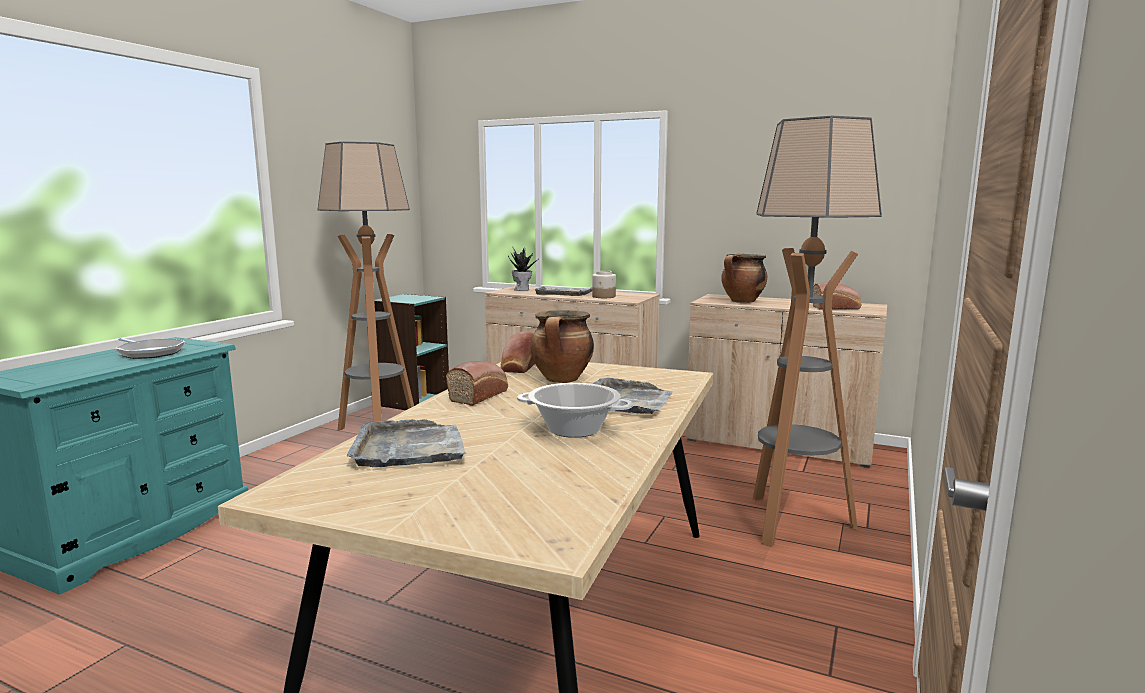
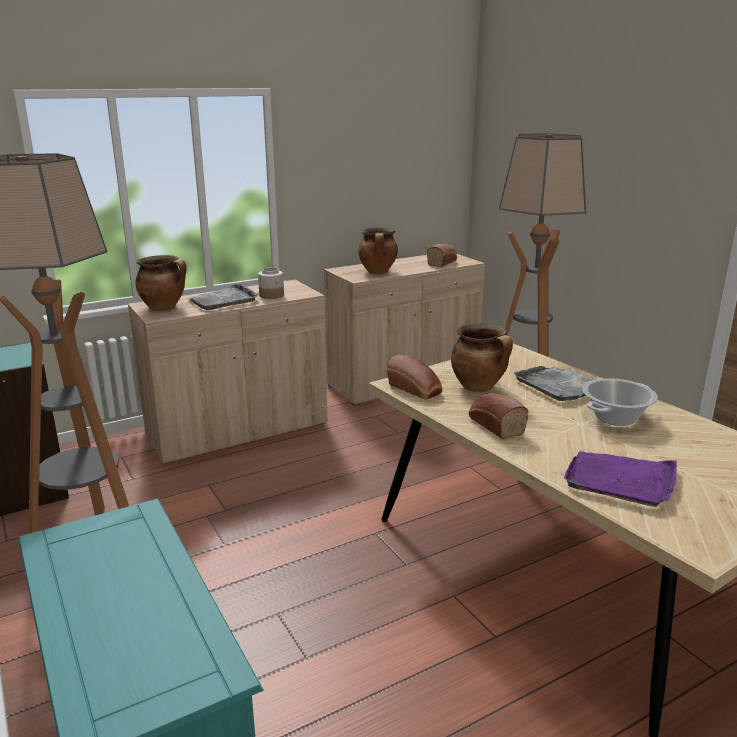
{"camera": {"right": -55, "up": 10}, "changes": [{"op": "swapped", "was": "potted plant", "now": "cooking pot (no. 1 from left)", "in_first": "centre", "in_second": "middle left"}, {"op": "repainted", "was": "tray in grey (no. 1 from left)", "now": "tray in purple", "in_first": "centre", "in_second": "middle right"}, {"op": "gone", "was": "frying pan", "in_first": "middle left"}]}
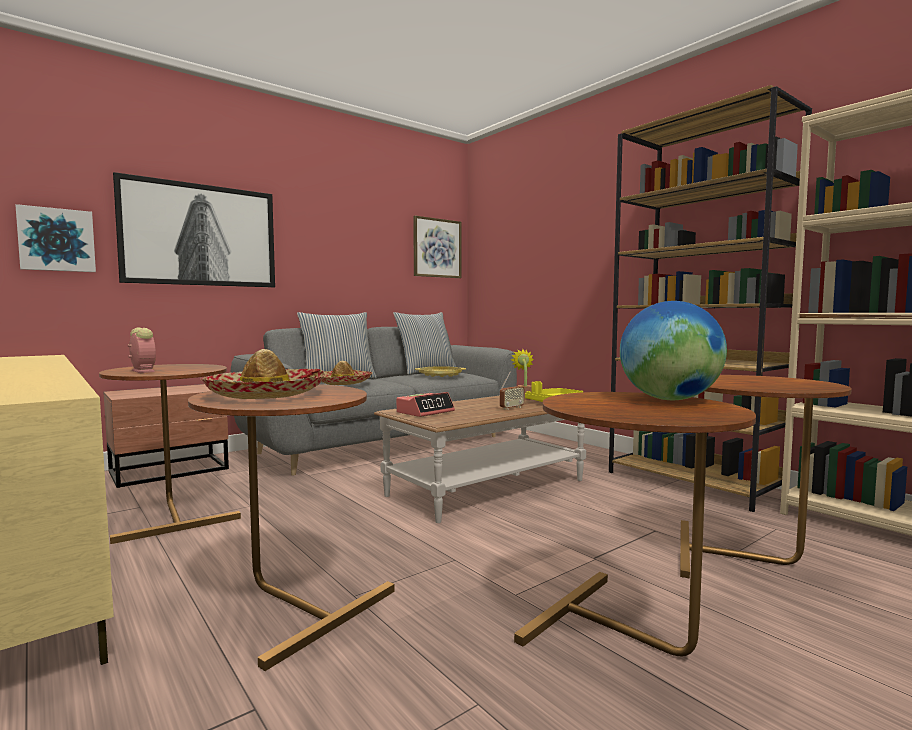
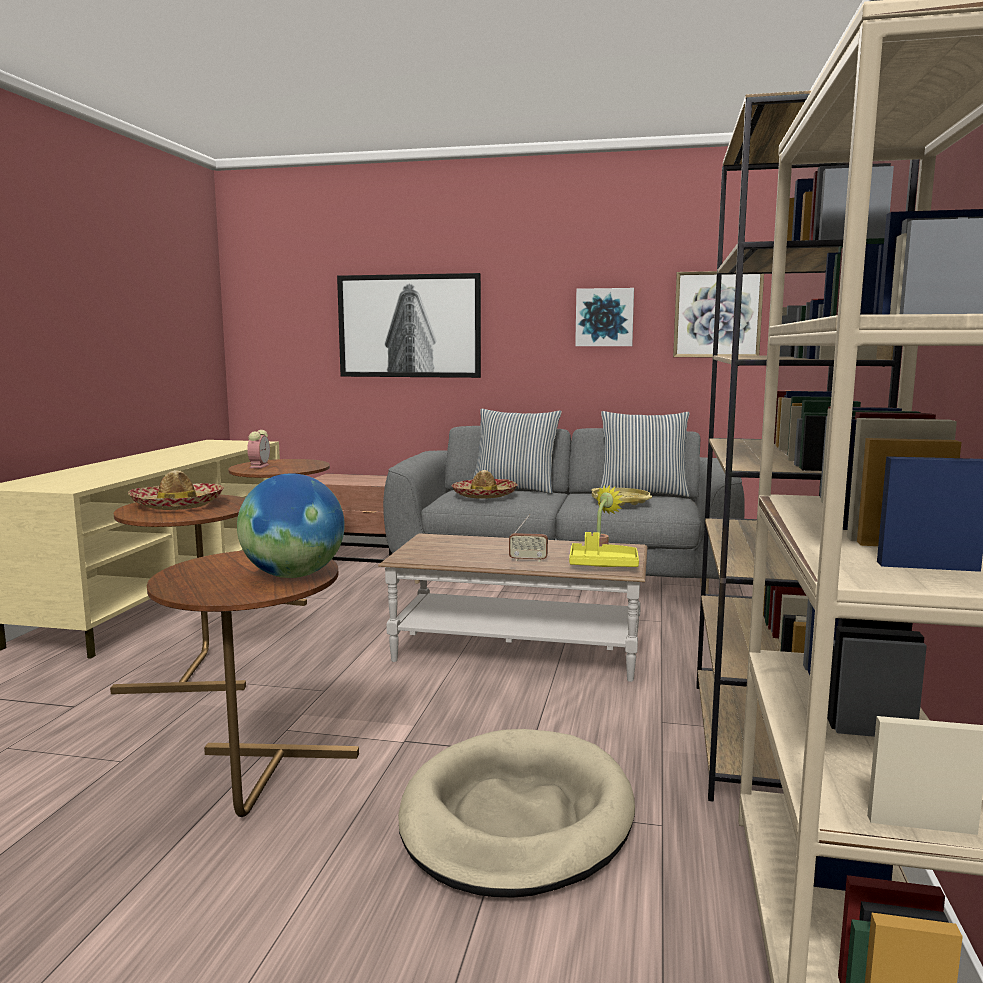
{"camera": {"right": 50, "up": 5}, "changes": [{"op": "swapped", "was": "side table in brown (no. 4 from left)", "now": "dog bed in beige", "in_first": "middle right", "in_second": "bottom centre"}, {"op": "shifted", "was": "picture (no. 1 from left in the first image)", "now": "picture (no. 2 from left)", "in_first": "top left", "in_second": "top centre"}, {"op": "gone", "was": "alarm clock (no. 2 from left)", "in_first": "centre"}]}
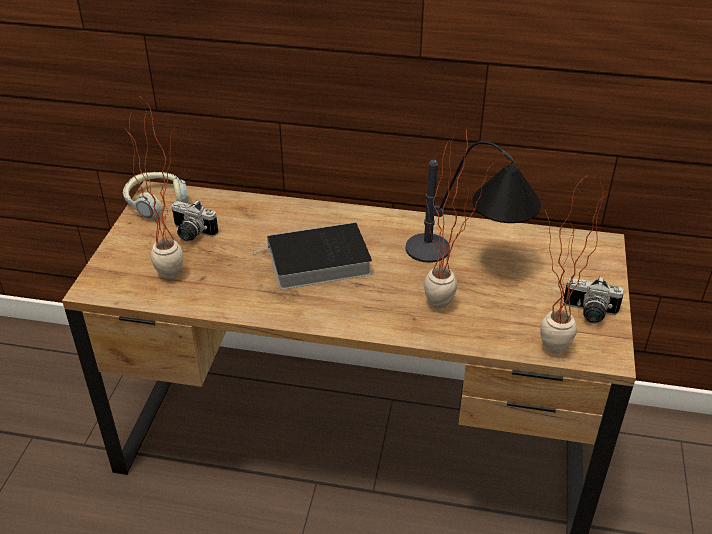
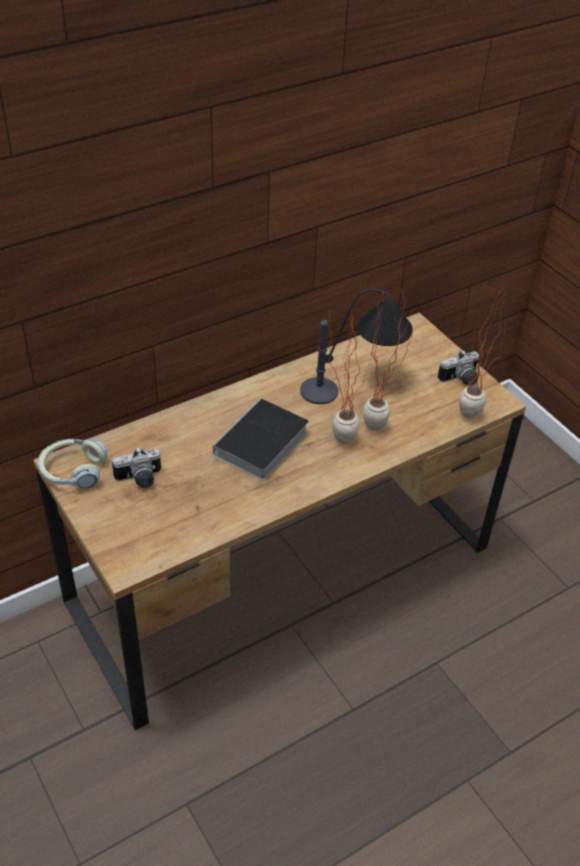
{"camera": {"right": -45, "up": 5}, "changes": [{"op": "shifted", "was": "potted plant (no. 1 from left)", "in_first": "middle left", "in_second": "centre"}]}
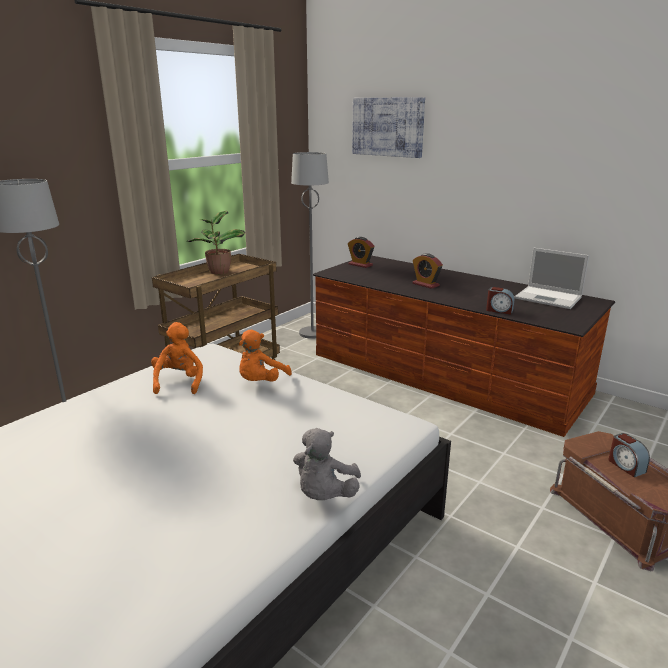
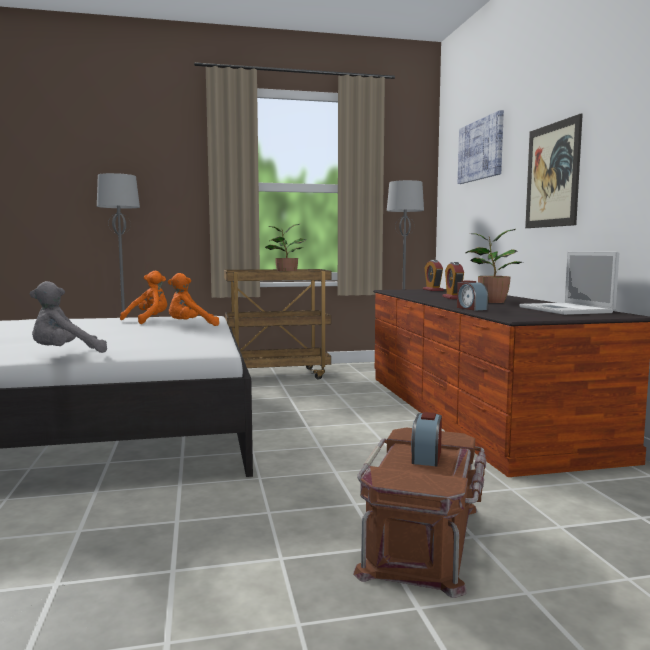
{"camera": {"right": 40, "up": -15}, "changes": [{"op": "new", "now": "potted plant (no. 2 from left)", "in_second": "middle right"}, {"op": "new", "now": "picture (no. 2 from left)", "in_second": "top right"}]}
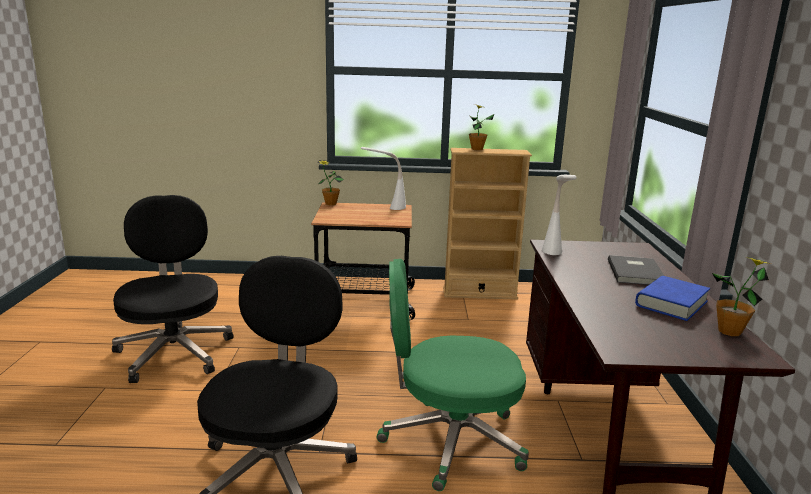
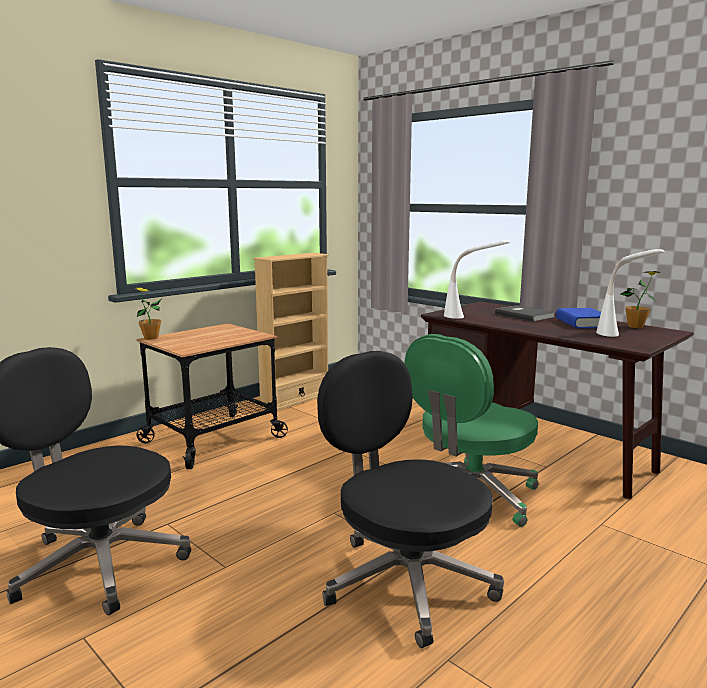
{"camera": {"right": -45, "up": -5}, "changes": [{"op": "shifted", "was": "table lamp in white (no. 1 from left in the first image)", "now": "table lamp in white (no. 2 from left)", "in_first": "centre", "in_second": "middle right"}, {"op": "gone", "was": "potted plant (no. 2 from left)", "in_first": "top centre"}]}
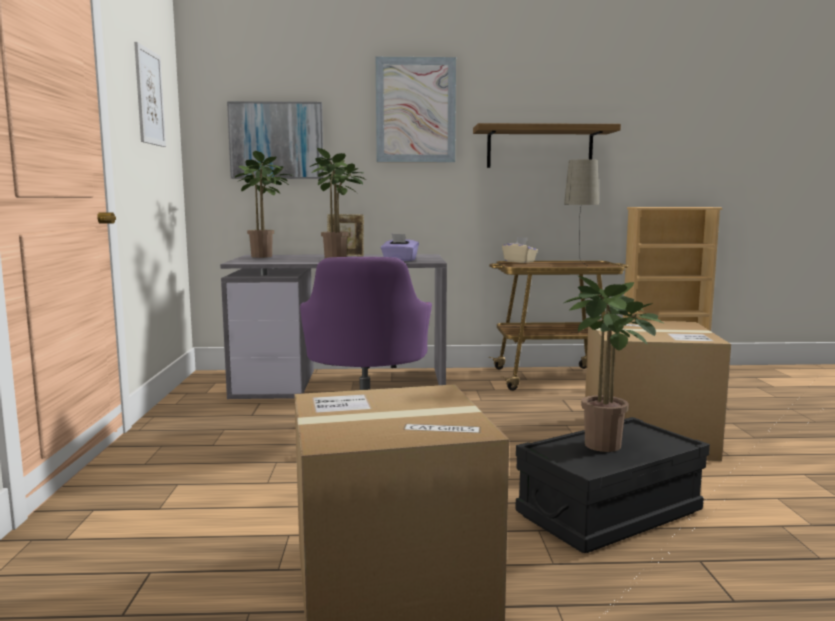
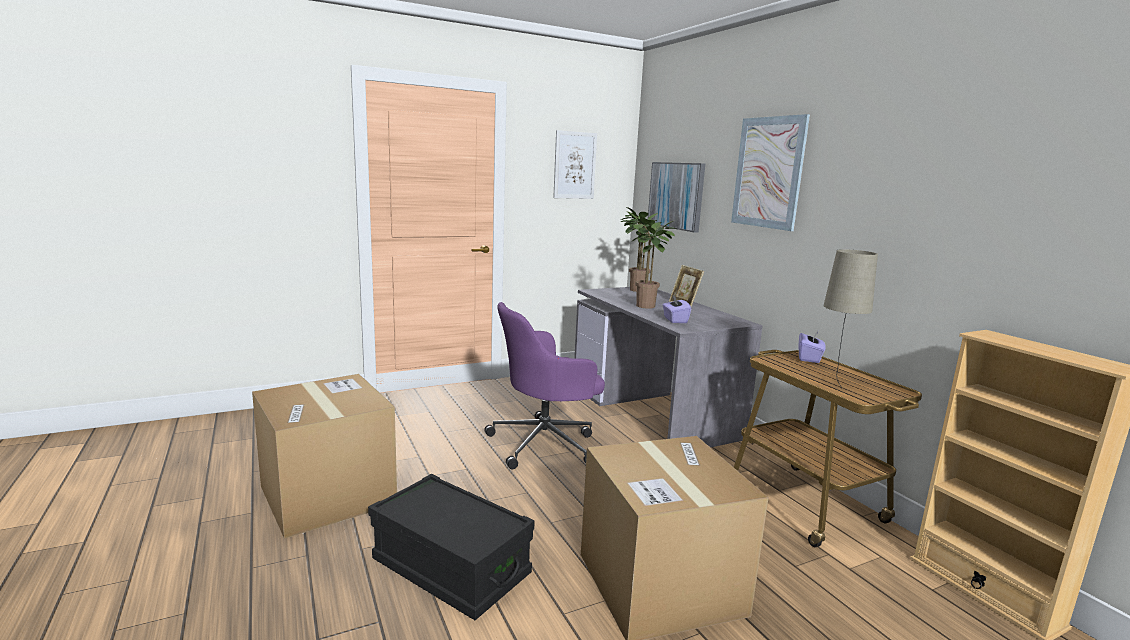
{"camera": {"right": 65, "up": 5}, "changes": [{"op": "repainted", "was": "tissue box in beige", "now": "tissue box in purple (no. 2 from left)", "in_first": "centre", "in_second": "middle right"}, {"op": "gone", "was": "shelf", "in_first": "top centre"}, {"op": "gone", "was": "potted plant (no. 3 from left)", "in_first": "middle right"}]}
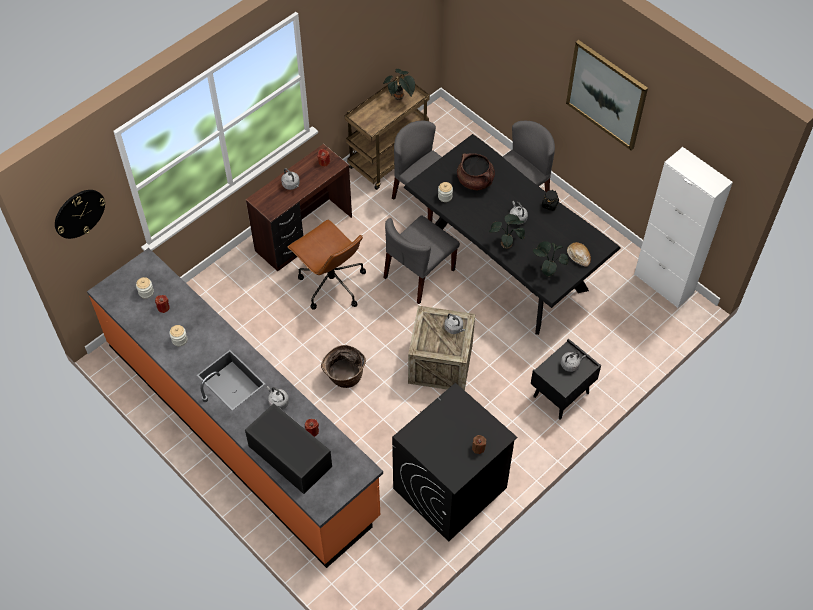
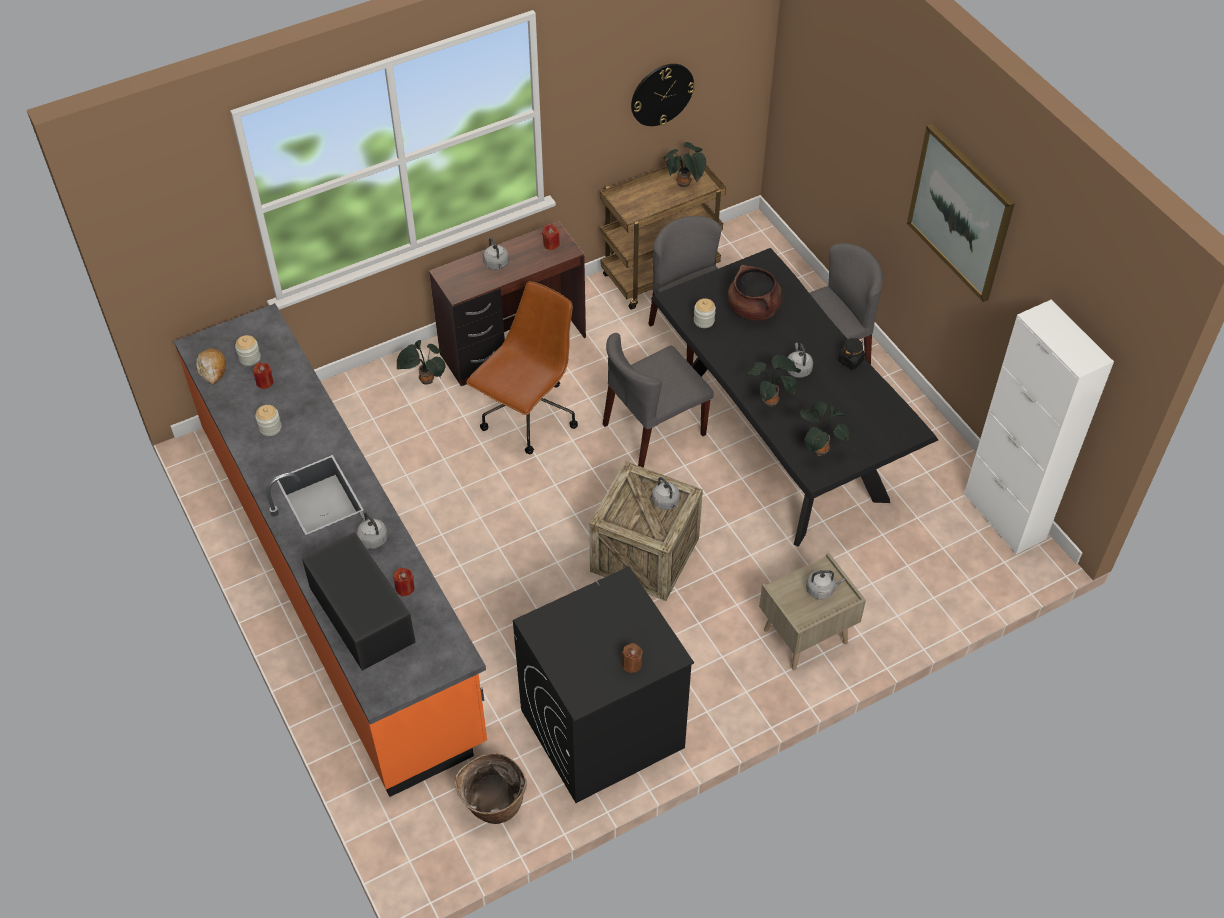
{"camera": {"right": 15, "up": -5}, "changes": [{"op": "shifted", "was": "bread", "in_first": "middle right", "in_second": "middle left"}, {"op": "new", "now": "potted plant (no. 1 from left)", "in_second": "centre"}, {"op": "shifted", "was": "basket", "in_first": "centre", "in_second": "bottom centre"}, {"op": "rotated", "was": "office chair in brown", "in_first": "centre", "in_second": "centre", "clockwise": -120}, {"op": "shifted", "was": "wall clock", "in_first": "middle left", "in_second": "top centre"}, {"op": "repainted", "was": "nightstand in black", "now": "nightstand in beige", "in_first": "middle right", "in_second": "centre"}]}
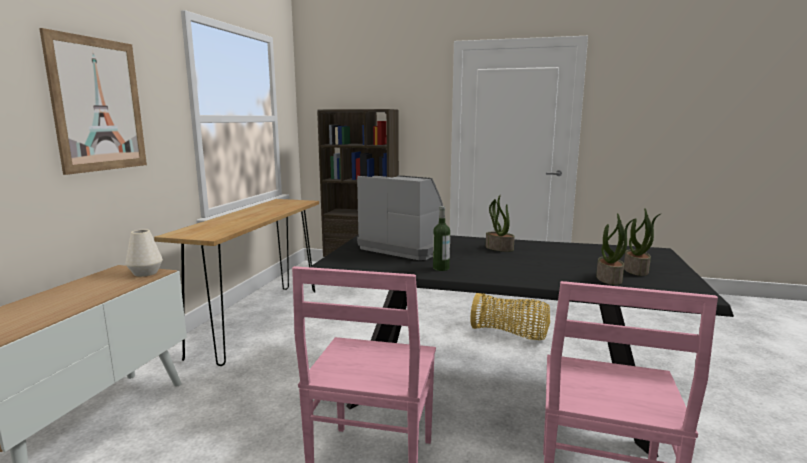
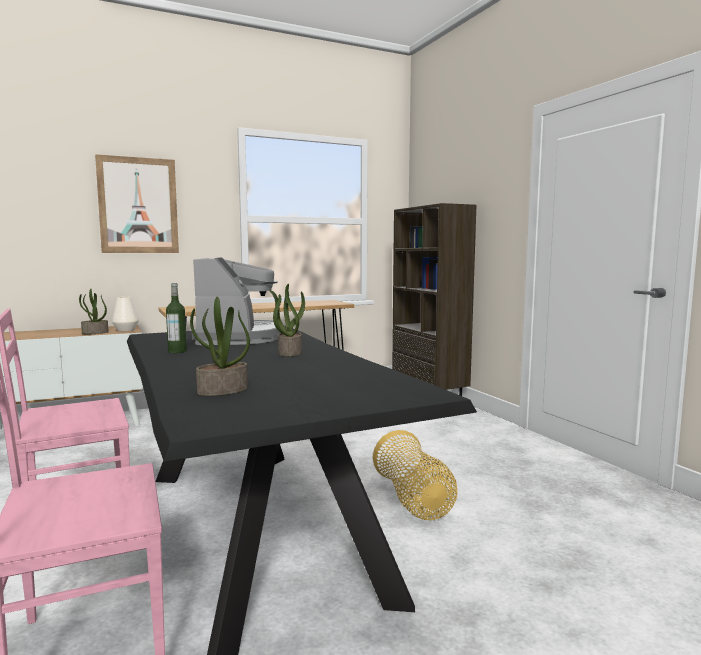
{"camera": {"right": 50, "up": -5}, "changes": [{"op": "shifted", "was": "potted plant (no. 3 from left in the first image)", "now": "potted plant (no. 1 from left)", "in_first": "middle right", "in_second": "middle left"}]}
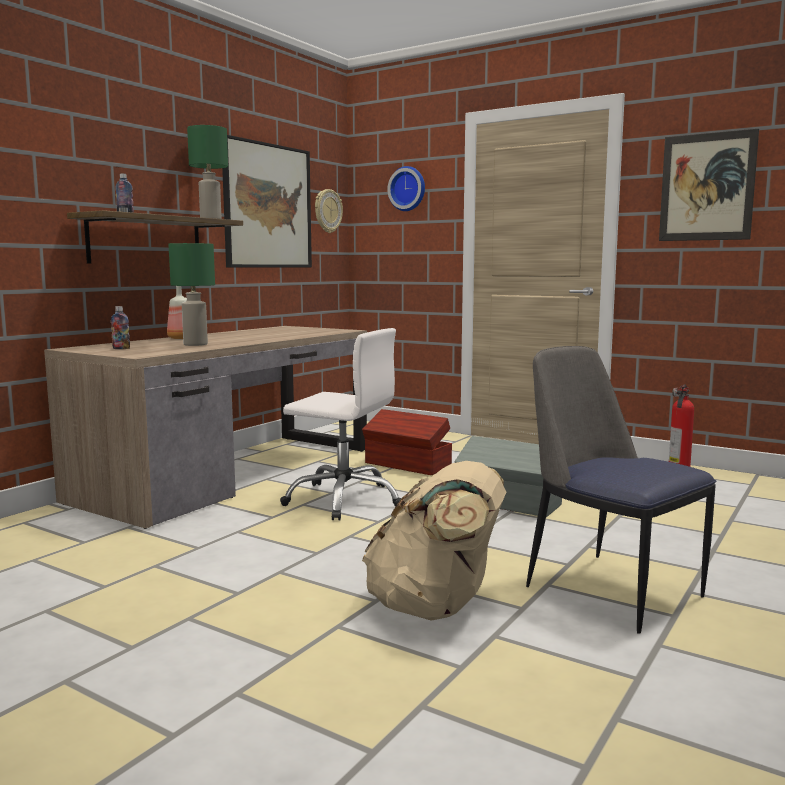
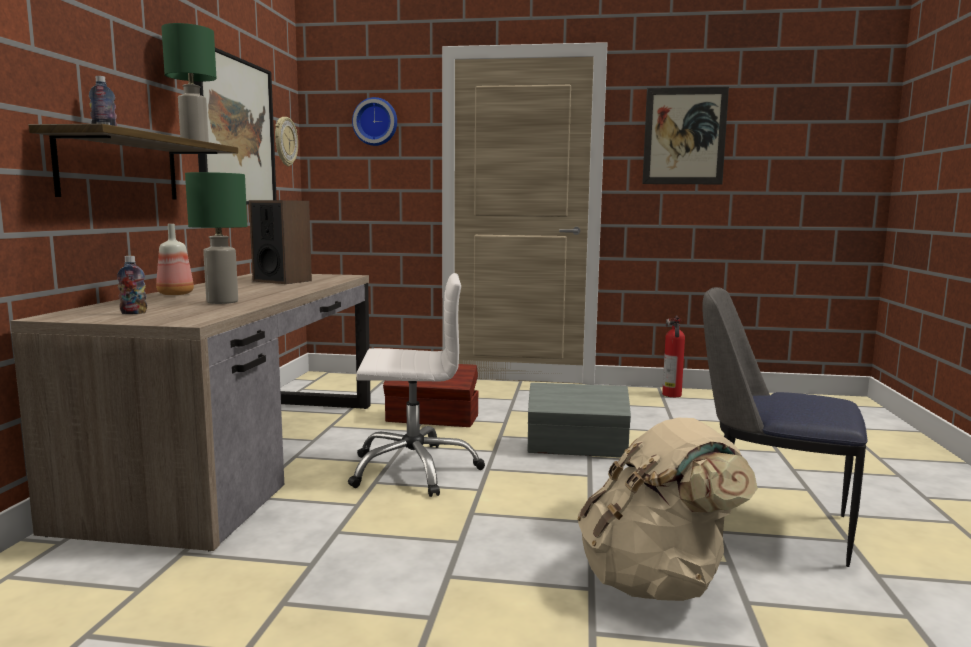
{"camera": {"right": -25, "up": 0}, "changes": [{"op": "new", "now": "speaker", "in_second": "middle left"}]}
